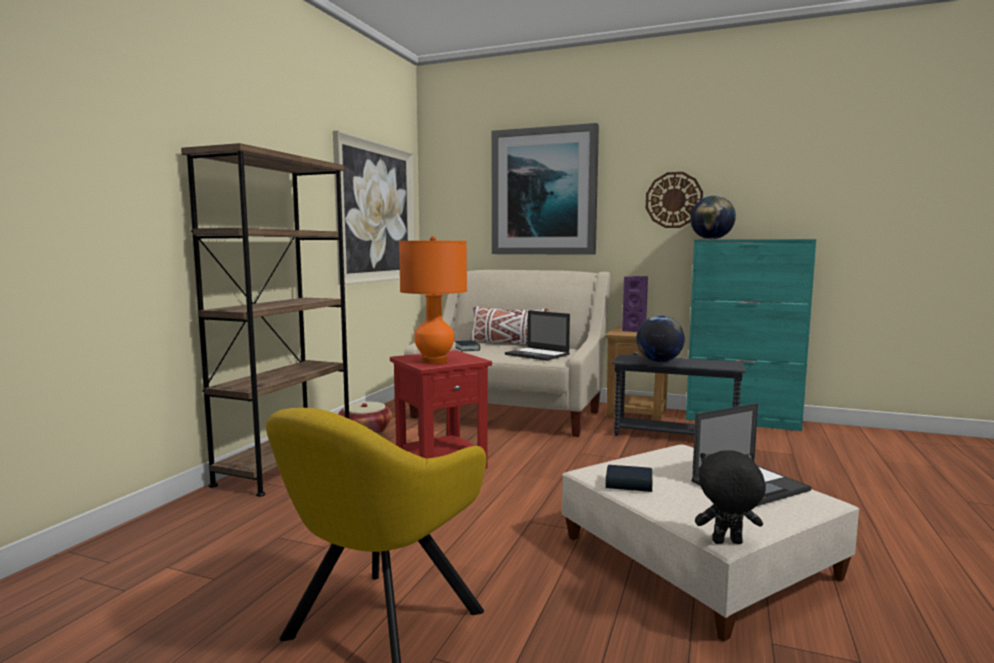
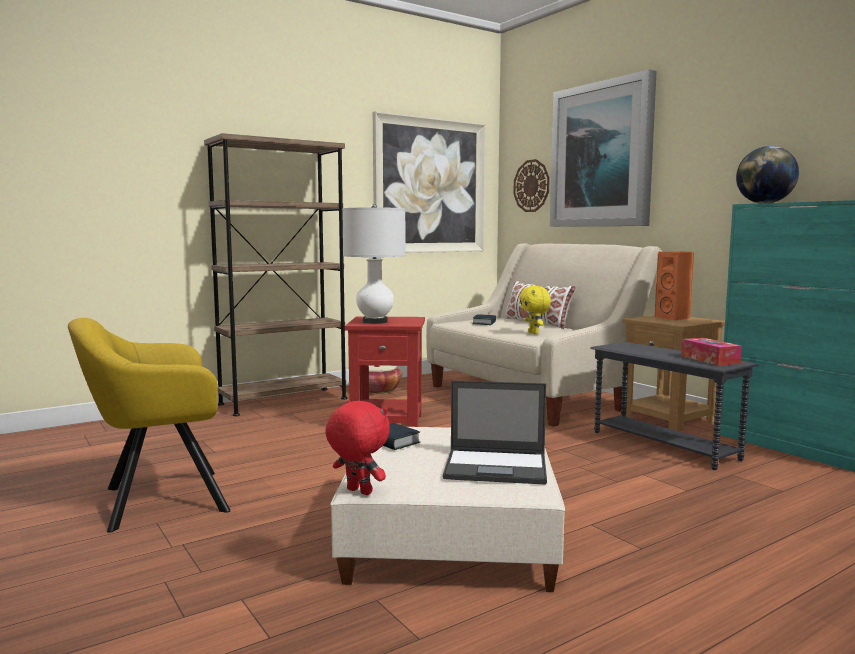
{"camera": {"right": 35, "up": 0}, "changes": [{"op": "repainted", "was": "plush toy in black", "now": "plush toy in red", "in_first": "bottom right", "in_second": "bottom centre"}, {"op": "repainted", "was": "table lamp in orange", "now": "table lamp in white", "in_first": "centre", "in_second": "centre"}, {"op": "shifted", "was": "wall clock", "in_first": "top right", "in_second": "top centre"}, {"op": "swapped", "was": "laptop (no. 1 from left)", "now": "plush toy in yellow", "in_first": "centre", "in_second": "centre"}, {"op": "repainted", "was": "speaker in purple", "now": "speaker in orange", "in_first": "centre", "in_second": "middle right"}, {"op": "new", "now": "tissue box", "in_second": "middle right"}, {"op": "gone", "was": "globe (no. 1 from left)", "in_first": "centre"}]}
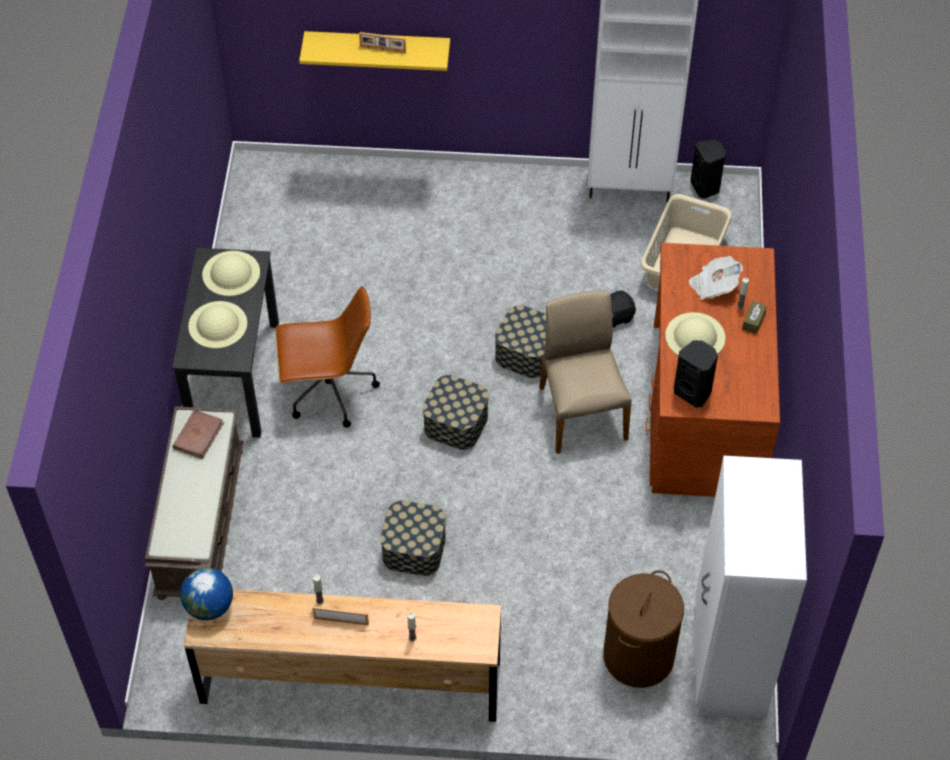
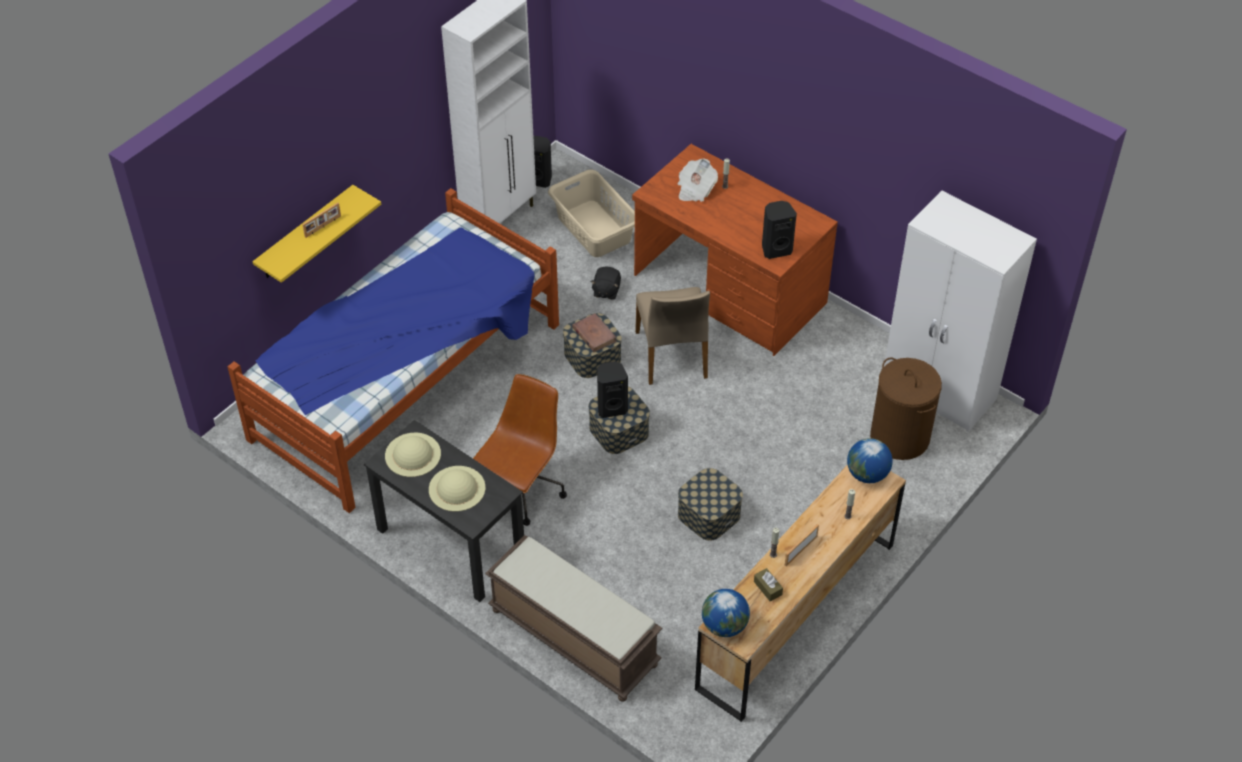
{"camera": {"right": -55, "up": -5}, "changes": [{"op": "new", "now": "bed", "in_second": "middle left"}, {"op": "shifted", "was": "book in brown", "in_first": "middle left", "in_second": "centre"}, {"op": "new", "now": "speaker in black (no. 2 from left)", "in_second": "centre"}, {"op": "rotated", "was": "chair in beige", "in_first": "centre", "in_second": "centre", "clockwise": -120}, {"op": "shifted", "was": "tissue box in brown", "in_first": "middle right", "in_second": "bottom centre"}, {"op": "new", "now": "globe (no. 2 from left)", "in_second": "middle right"}, {"op": "gone", "was": "hat in beige (no. 3 from left)", "in_first": "middle right"}]}
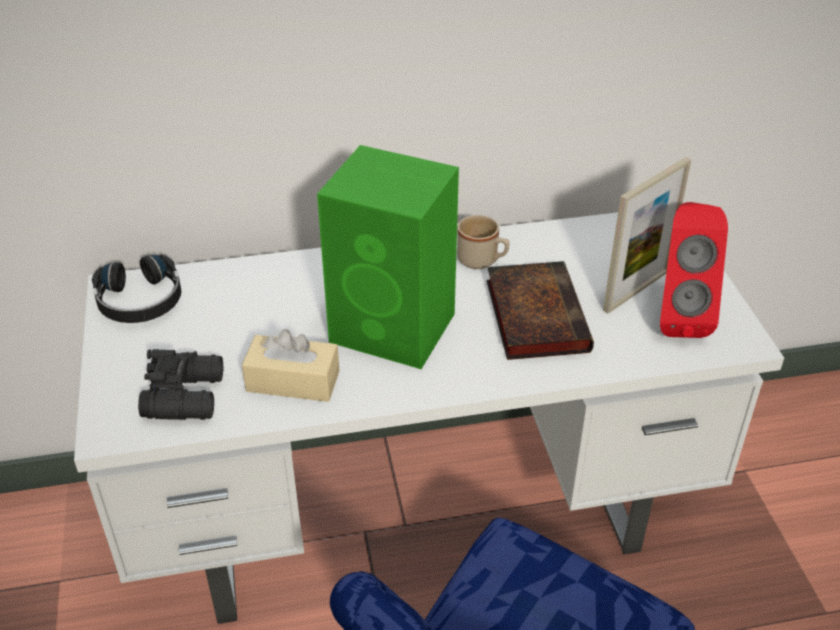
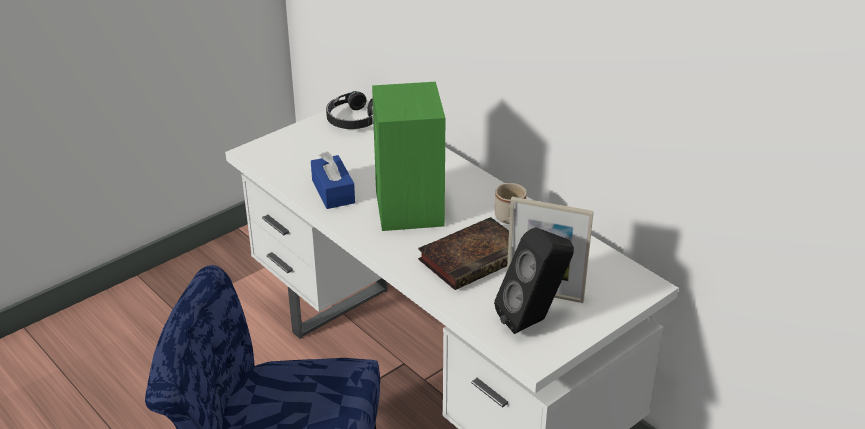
{"camera": {"right": 60, "up": -5}, "changes": [{"op": "repainted", "was": "tissue box in beige", "now": "tissue box in blue", "in_first": "centre", "in_second": "centre"}, {"op": "repainted", "was": "speaker in red", "now": "speaker in black", "in_first": "middle right", "in_second": "centre"}, {"op": "gone", "was": "binoculars in black", "in_first": "middle left"}]}
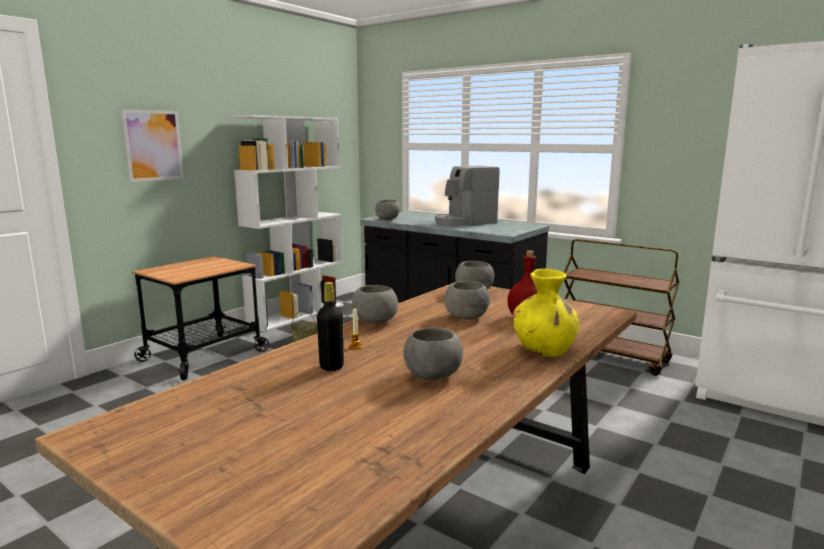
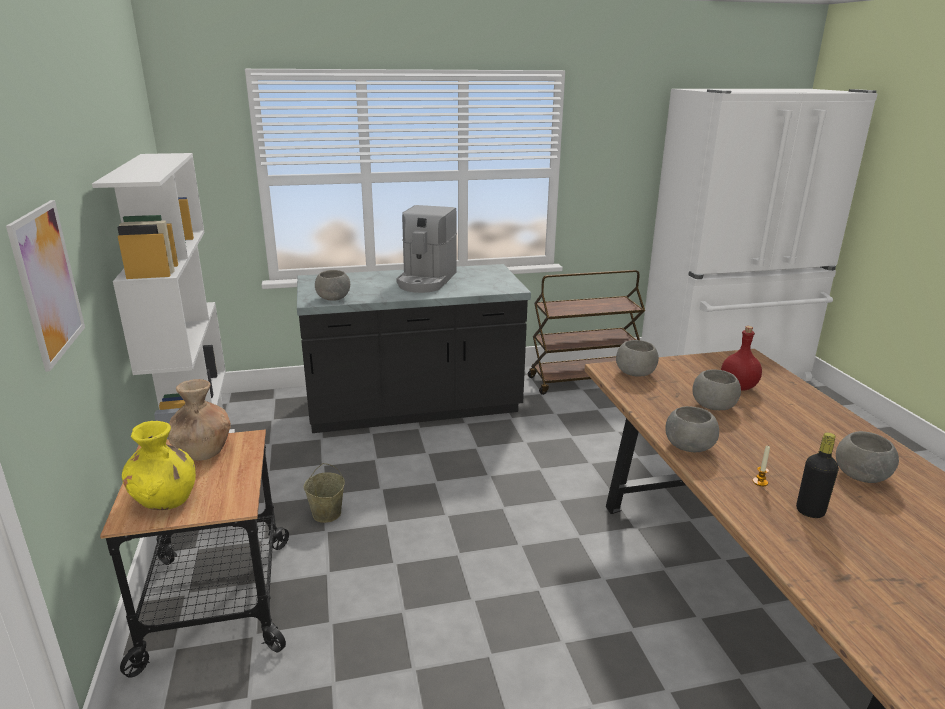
{"camera": {"right": -50, "up": 10}, "changes": [{"op": "shifted", "was": "vase in yellow", "in_first": "centre", "in_second": "middle left"}, {"op": "new", "now": "vase in brown", "in_second": "middle left"}]}
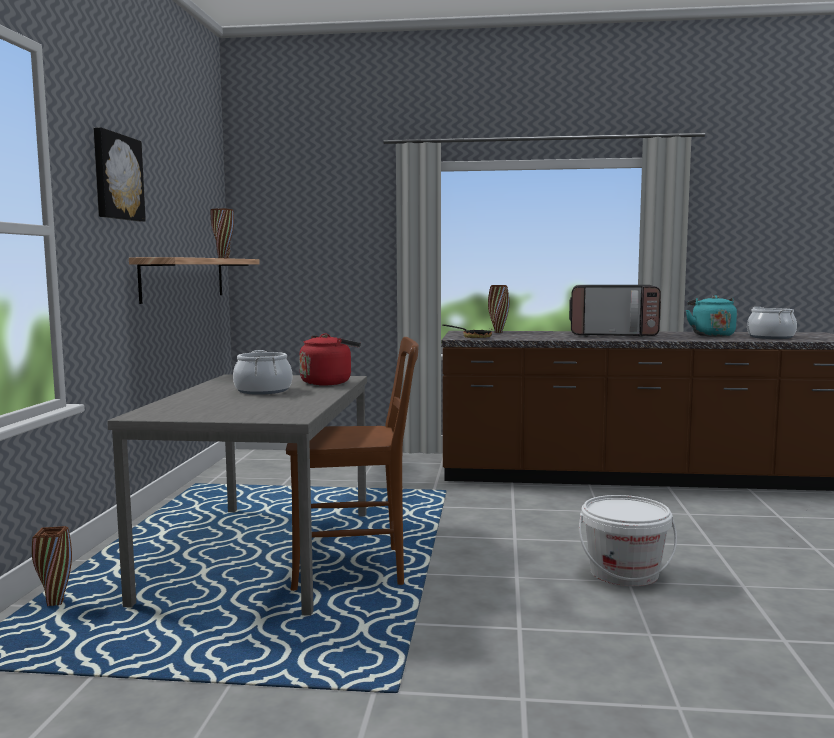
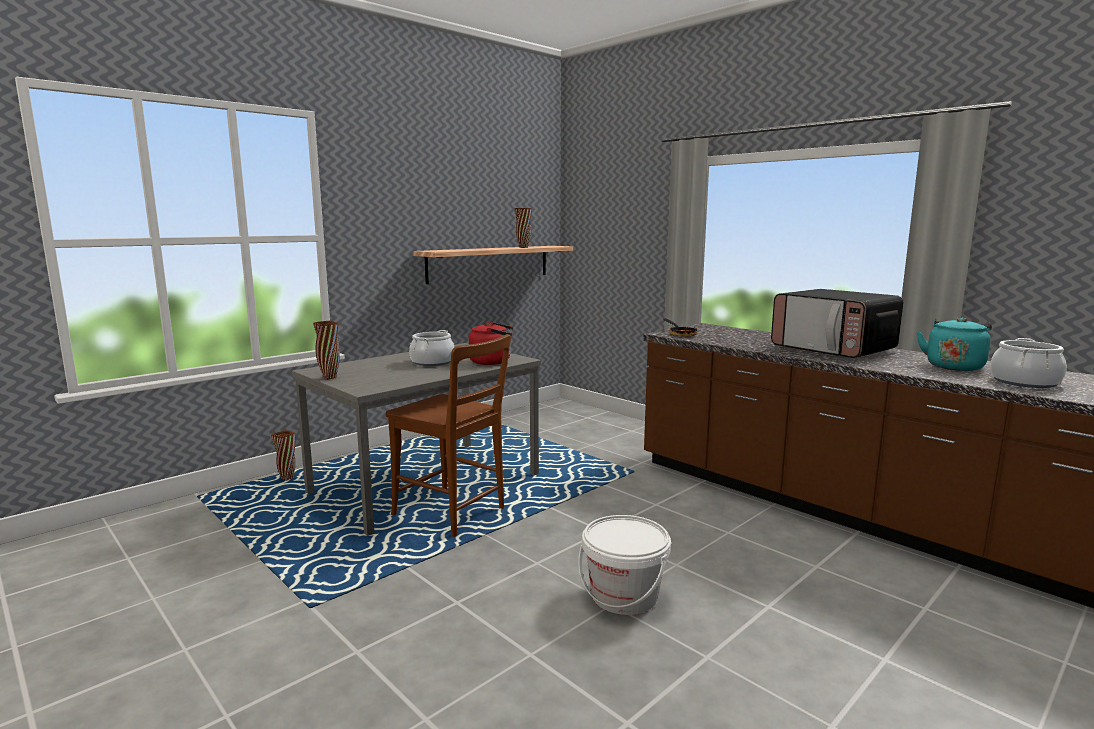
{"camera": {"right": 40, "up": 5}, "changes": [{"op": "shifted", "was": "vase in brown (no. 3 from left in the first image)", "now": "vase in brown (no. 2 from left)", "in_first": "centre", "in_second": "middle left"}, {"op": "gone", "was": "picture", "in_first": "top left"}]}
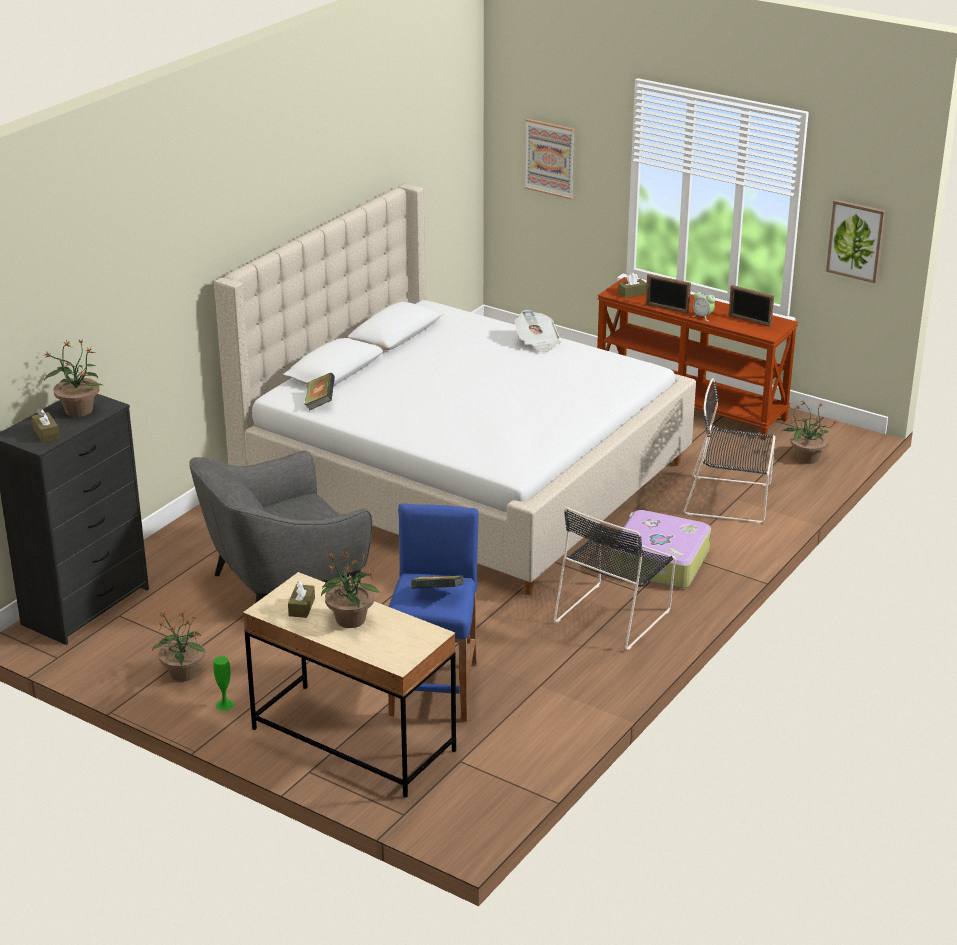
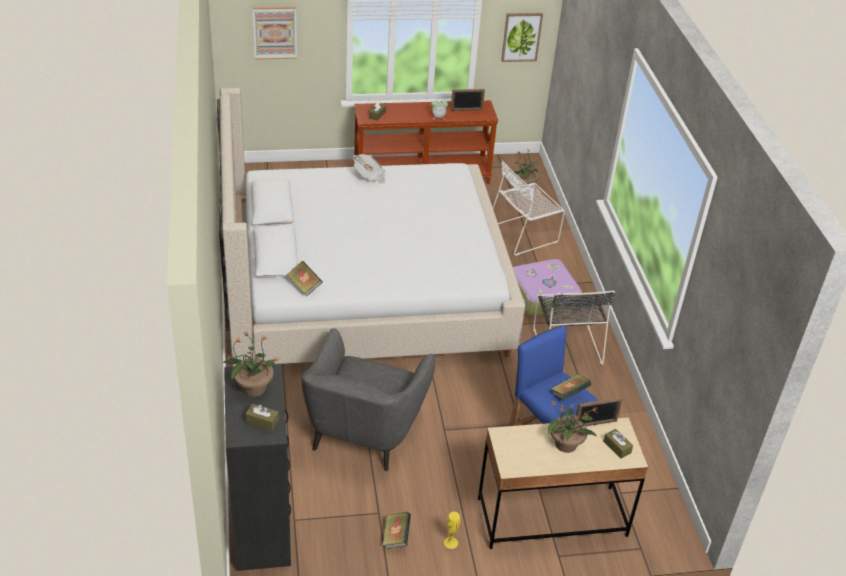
{"camera": {"right": -45, "up": 10}, "changes": [{"op": "swapped", "was": "potted plant (no. 2 from left)", "now": "book (no. 2 from left)", "in_first": "bottom left", "in_second": "bottom centre"}, {"op": "repainted", "was": "vase in green", "now": "vase in yellow", "in_first": "bottom left", "in_second": "bottom centre"}, {"op": "repainted", "was": "chair in black (no. 2 from left)", "now": "chair in white", "in_first": "middle right", "in_second": "centre"}, {"op": "shifted", "was": "picture frame (no. 1 from left in the first image)", "now": "picture frame (no. 2 from left)", "in_first": "top right", "in_second": "bottom right"}, {"op": "shifted", "was": "tissue box in brown (no. 2 from left in the first image)", "now": "tissue box in brown (no. 3 from left)", "in_first": "middle left", "in_second": "bottom right"}]}
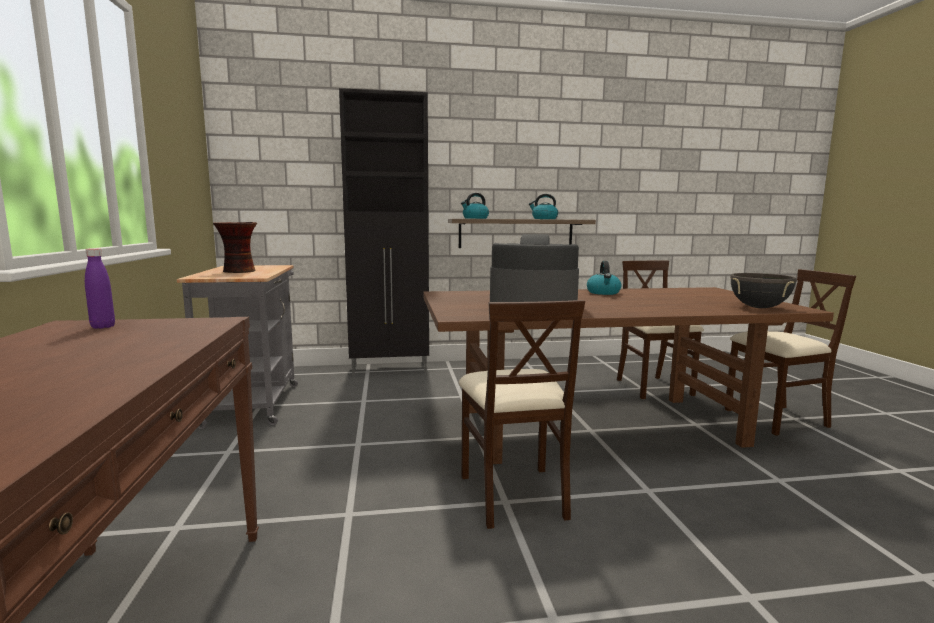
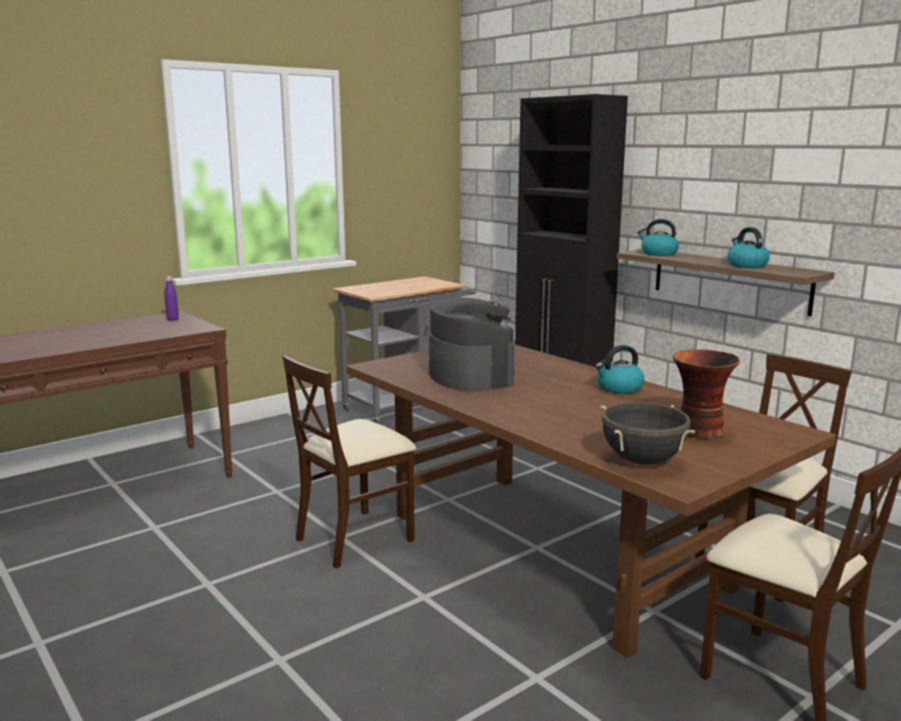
{"camera": {"right": 60, "up": 5}, "changes": [{"op": "shifted", "was": "vase", "in_first": "middle left", "in_second": "middle right"}]}
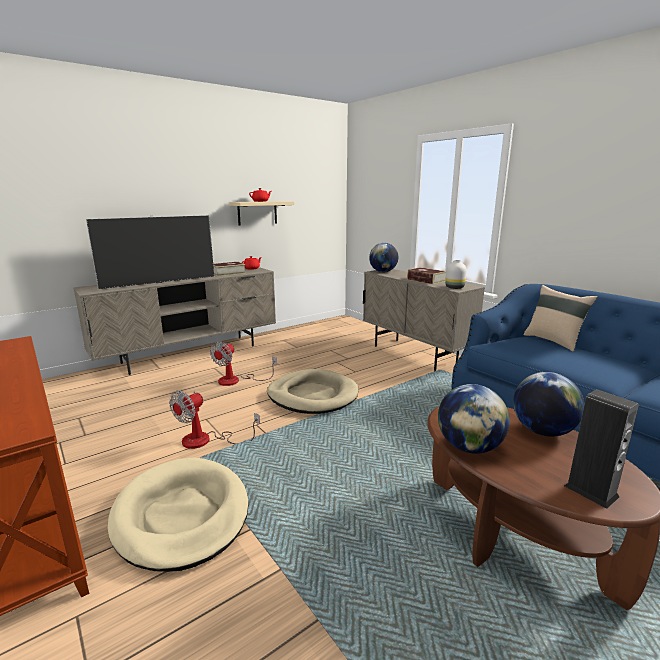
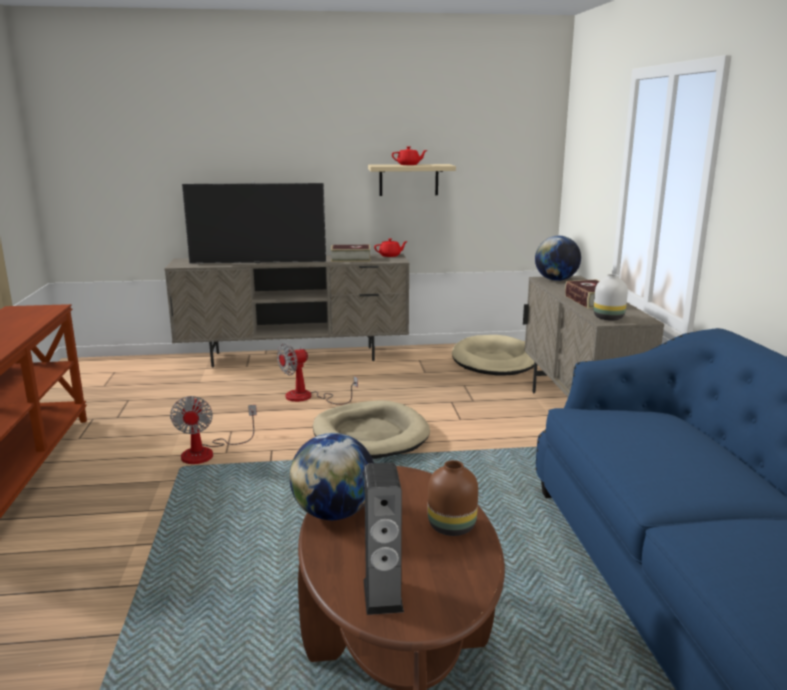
{"camera": {"right": 30, "up": 0}, "changes": [{"op": "rotated", "was": "fan (no. 1 from left)", "in_first": "middle left", "in_second": "middle left", "clockwise": -75}, {"op": "swapped", "was": "globe (no. 3 from left)", "now": "vase in brown", "in_first": "middle right", "in_second": "bottom centre"}, {"op": "shifted", "was": "dog bed in beige (no. 1 from left in the first image)", "now": "dog bed in beige (no. 2 from left)", "in_first": "bottom left", "in_second": "centre"}, {"op": "gone", "was": "pillow in beige", "in_first": "middle right"}]}
